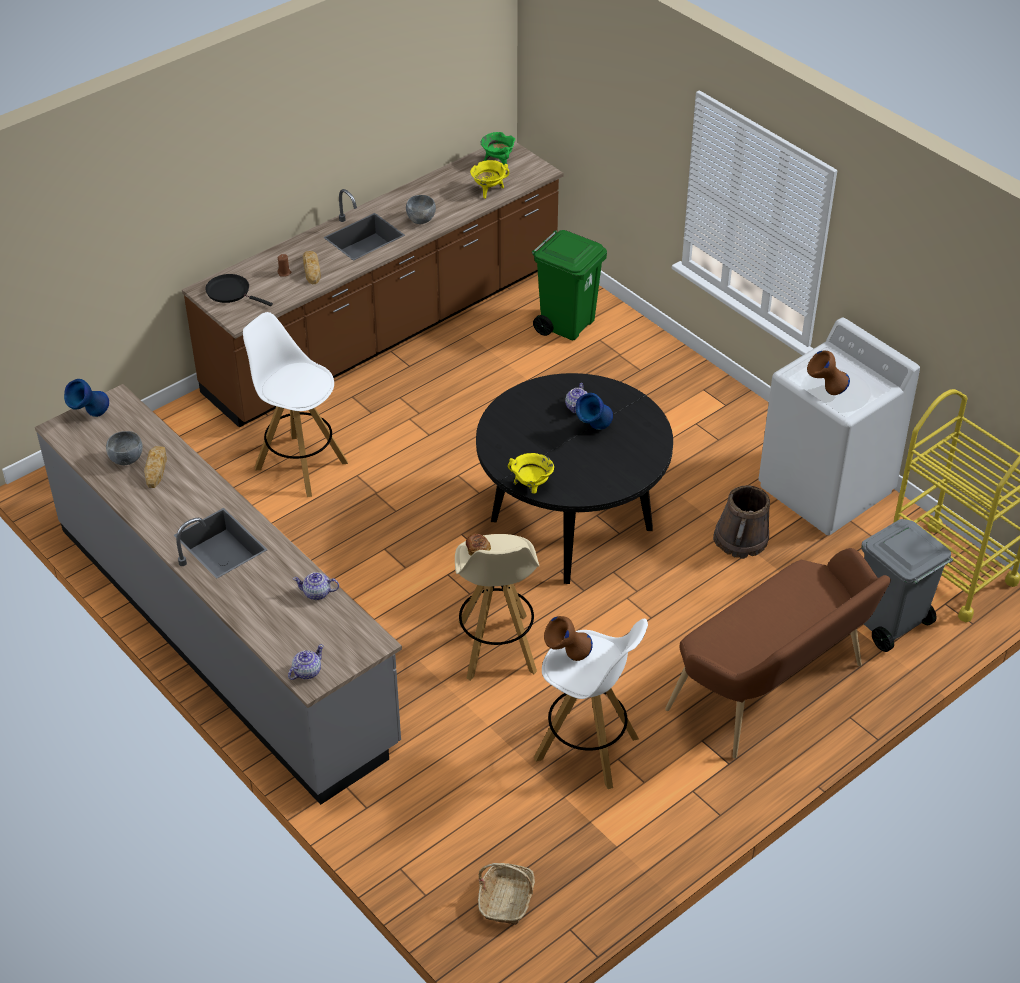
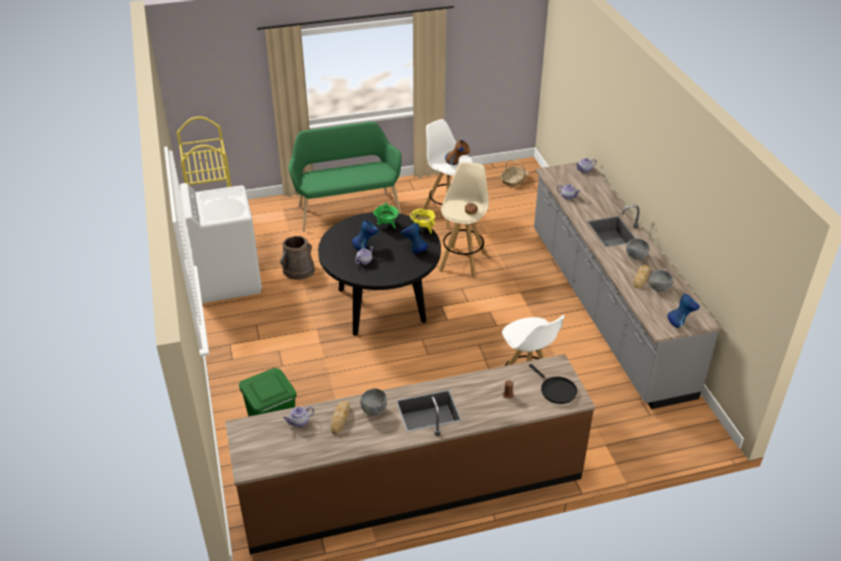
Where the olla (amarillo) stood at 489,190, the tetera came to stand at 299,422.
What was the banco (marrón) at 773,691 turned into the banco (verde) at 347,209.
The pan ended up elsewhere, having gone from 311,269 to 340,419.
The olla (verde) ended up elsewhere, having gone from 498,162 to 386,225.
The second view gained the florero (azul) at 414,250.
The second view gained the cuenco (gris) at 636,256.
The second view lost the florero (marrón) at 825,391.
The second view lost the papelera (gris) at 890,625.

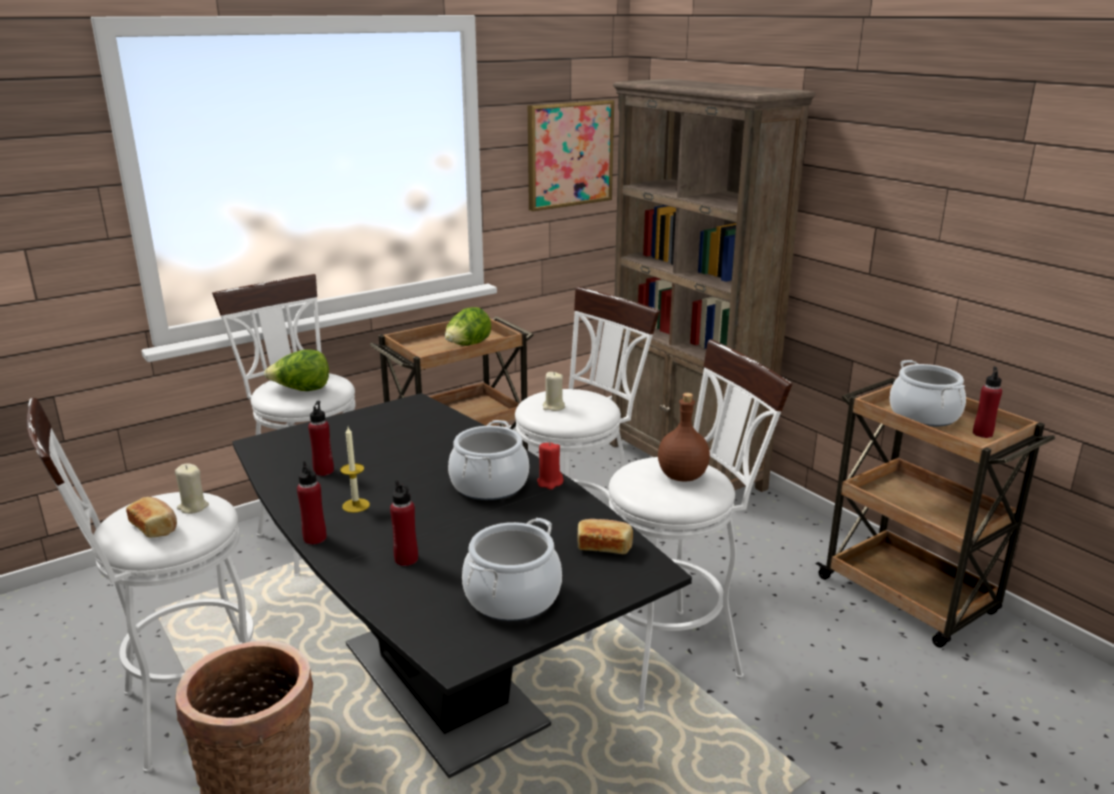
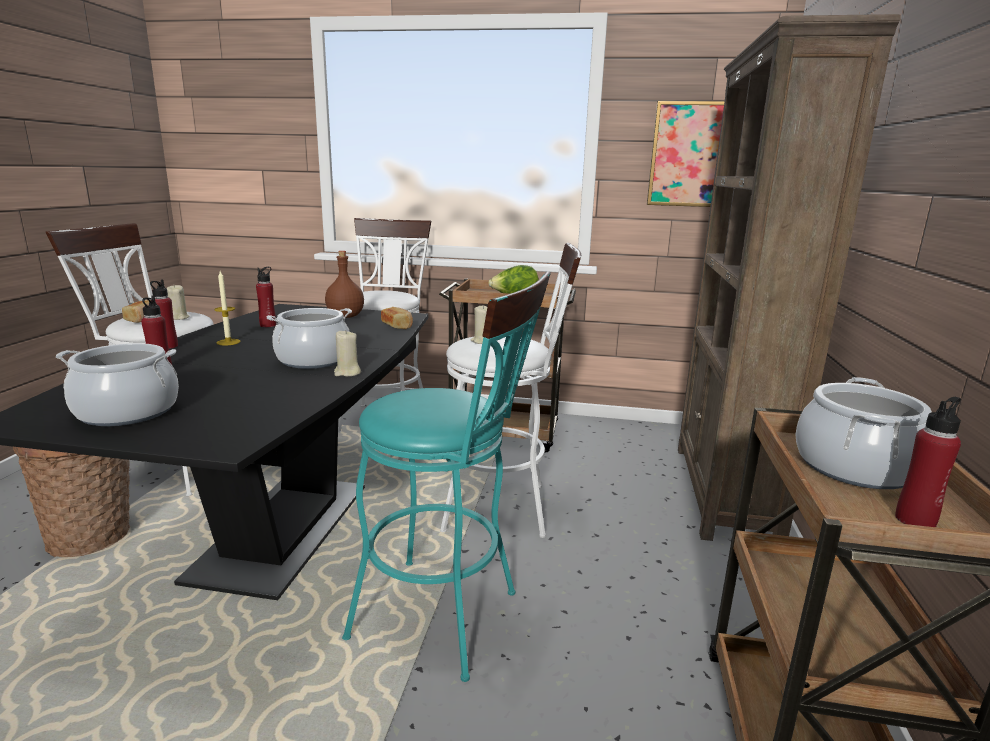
The botella (marrón) ended up elsewhere, having gone from 683,476 to 345,317.
What was the vela (rojo) at 550,482 turned into the vela (beis) at 347,373.
What was the taburete (blanco) at 673,653 turned into the taburete (turquesa) at 448,618.
The pan ended up elsewhere, having gone from 604,546 to 397,326.
The second view lost the lechuga at 301,390.

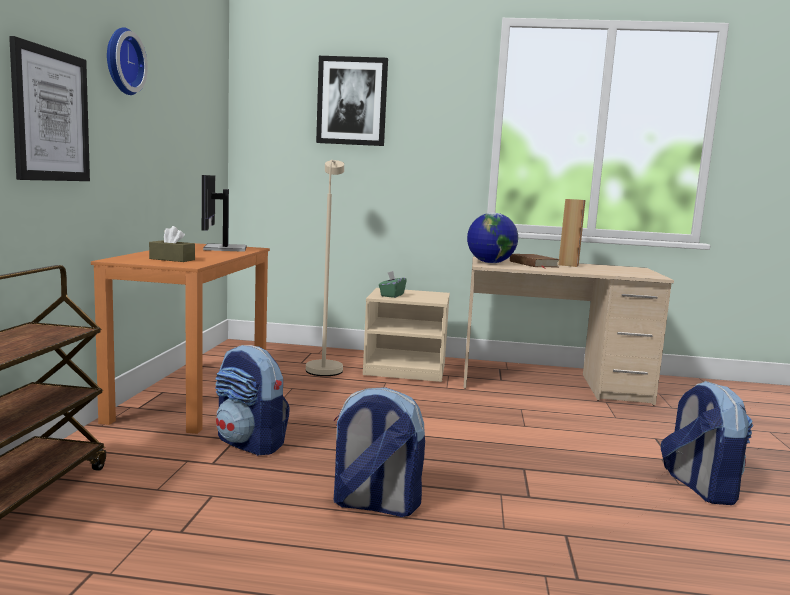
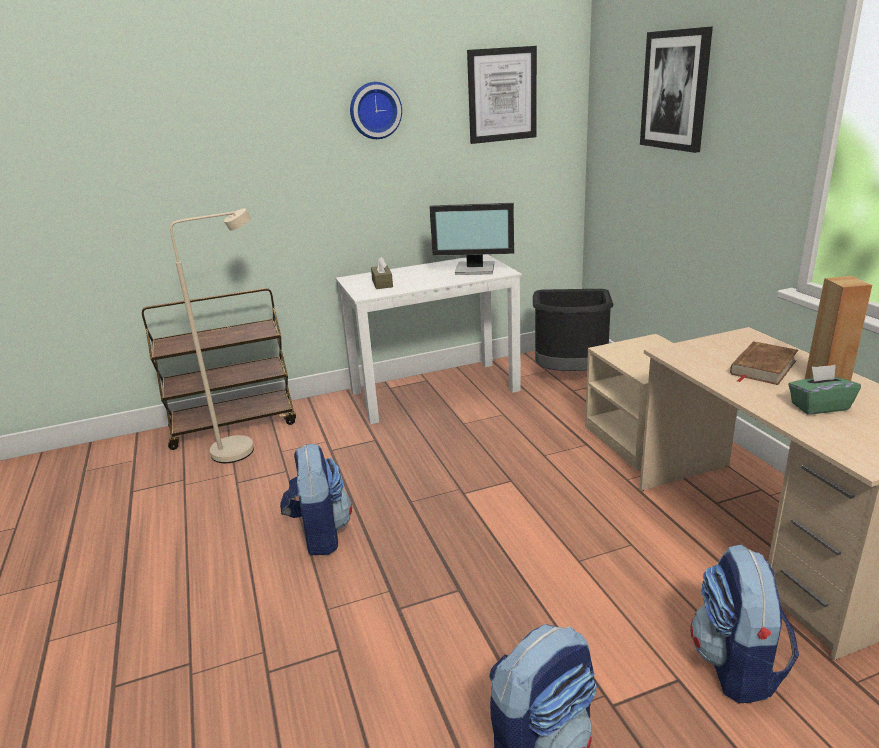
The lámpara de pie (beis) ended up elsewhere, having gone from 325,367 to 244,448.
What was the escritorio (naranja) at 193,395 turned into the escritorio (blanco) at 435,391.
The monitor at 223,248 ended up facing another way, 135 degrees counterclockwise from before.
The cuadro ended up elsewhere, having gone from 51,115 to 502,95.
The second view gained the papelera (negro) at 570,374.
The mochila ended up elsewhere, having gone from 251,443 to 736,665.
The caja de pañuelos (verde) ended up elsewhere, having gone from 391,295 to 819,406.
The second view lost the globo terráqueo at 490,263.

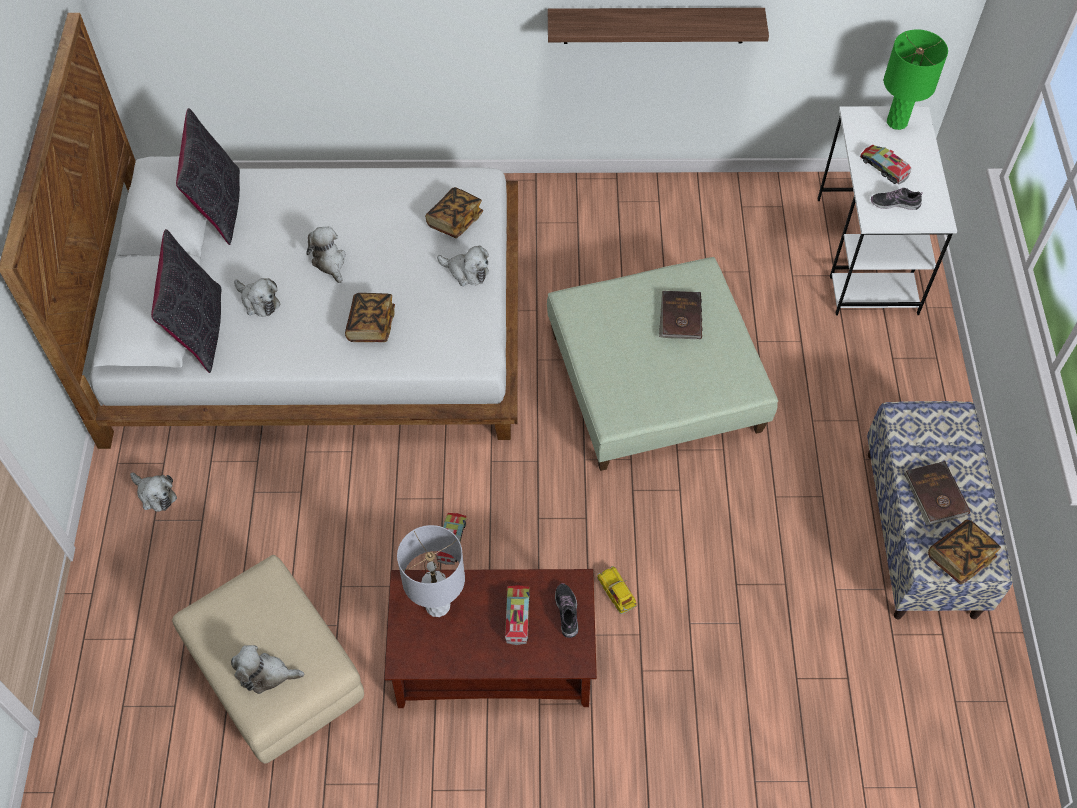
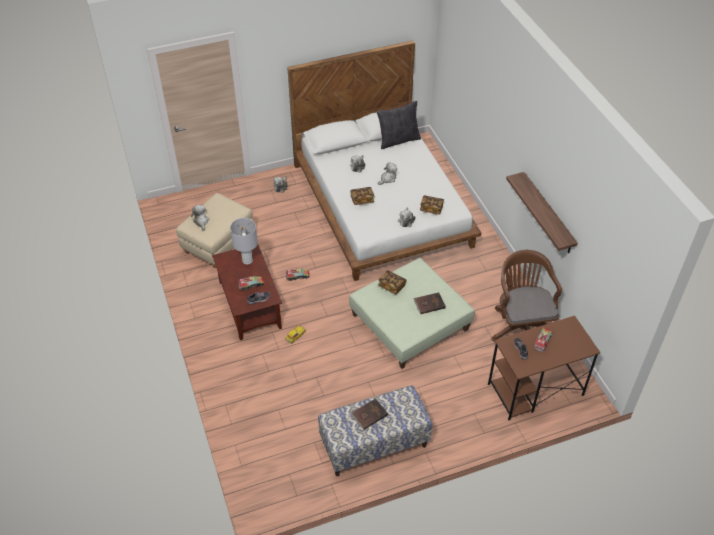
The libro ended up elsewhere, having gone from 959,557 to 391,286.
What was the escritorio (blanco) at 867,256 turned into the escritorio (marrón) at 534,390.
The second view gained the silla de oficina (marrón) at 521,327.
The second view lost the cojín (negro) at 198,329.
The second view lost the lámpara de mesa (verde) at 897,122.

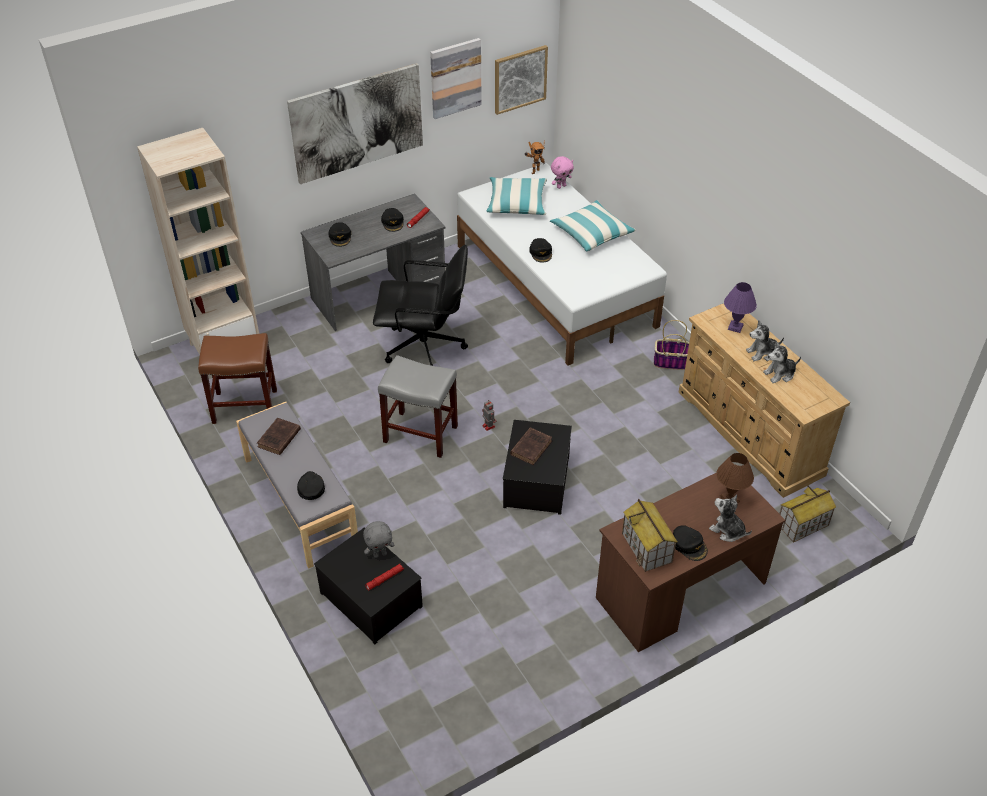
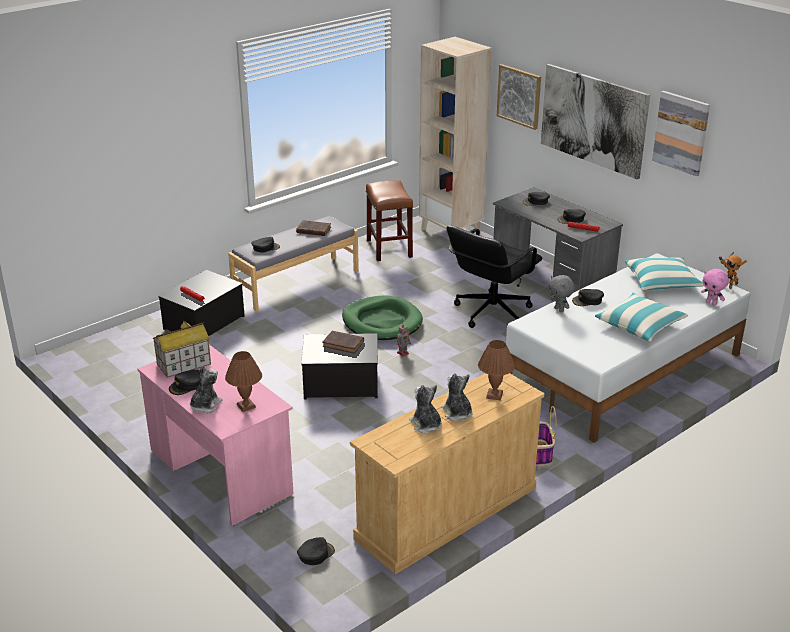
What was the escritorio (marrón) at 680,591 turned into the escritorio (rosa) at 220,471.
Where the casita stood at 802,525, the gorra (negro) came to stand at 315,554.
Where the taburete (gris) stood at 419,434, the cama para perro (verde) came to stand at 382,322.
The silla de oficina (negro) at 425,348 ended up facing another way, 45 degrees clockwise from before.
What was the lámpara de mesa (morado) at 735,327 turned into the lámpara de mesa (marrón) at 494,395.
The cuadro ended up elsewhere, having gone from 520,79 to 519,96.
The peluche (gris) ended up elsewhere, having gone from 380,554 to 559,310.

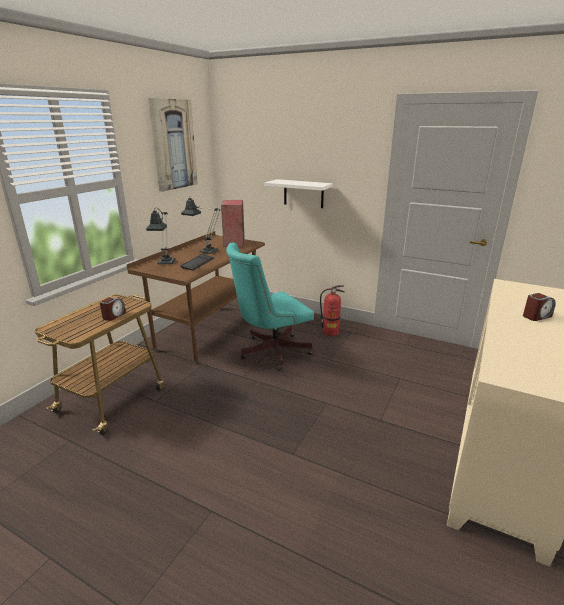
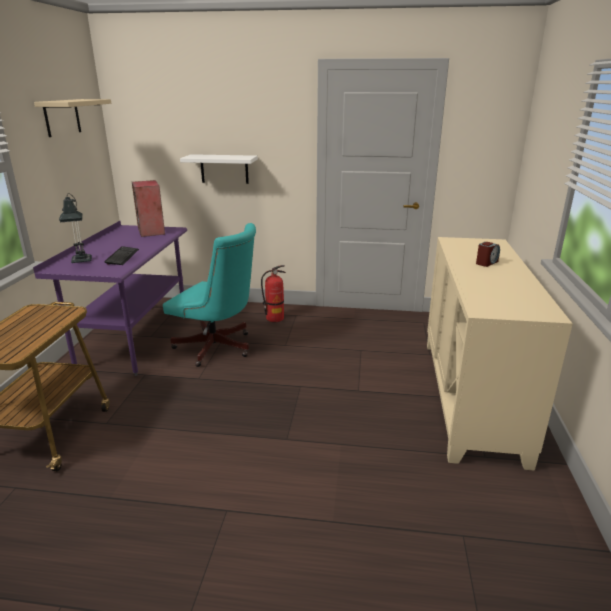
What was the escritorio (marrón) at 208,332 turned into the escritorio (morado) at 135,340.
Where the cuadro hung at 173,145, the estante (beis) came to hang at 62,117.
The silla de oficina (turquesa) at 270,352 ended up facing another way, 105 degrees counterclockwise from before.
The second view lost the despertador at 114,315.
The second view lost the lámpara de mesa at 205,251.

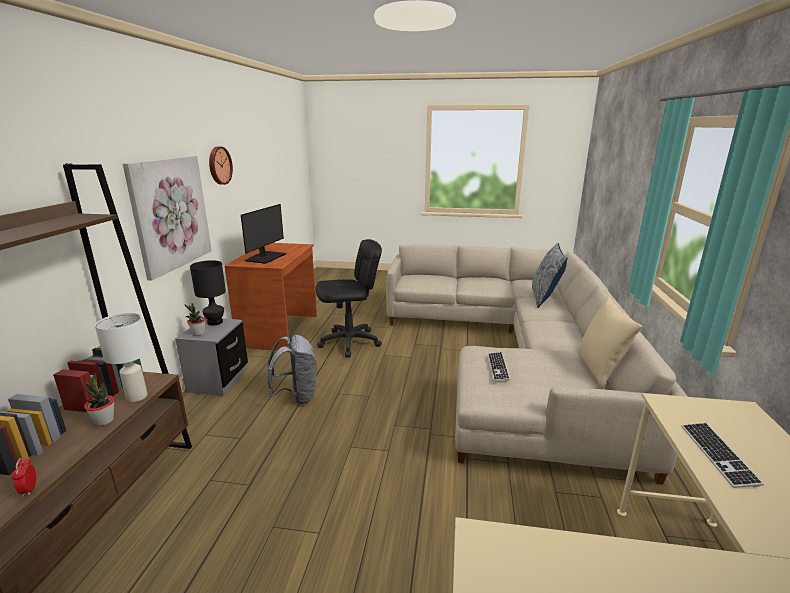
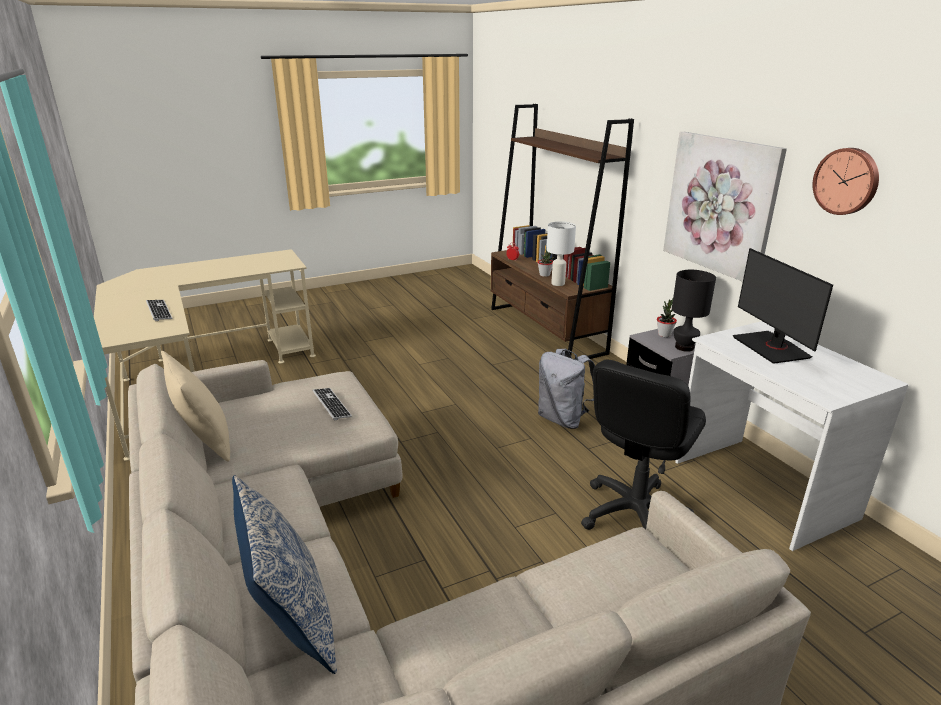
What was the escritorio (marrón) at 280,331 turned into the escritorio (blanco) at 760,489.

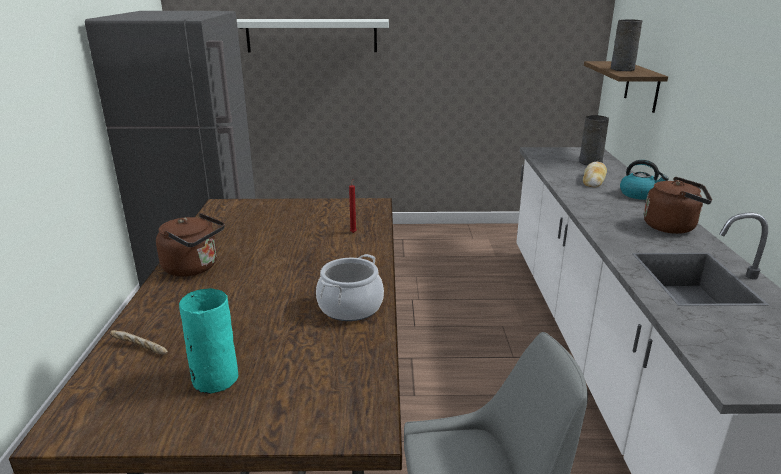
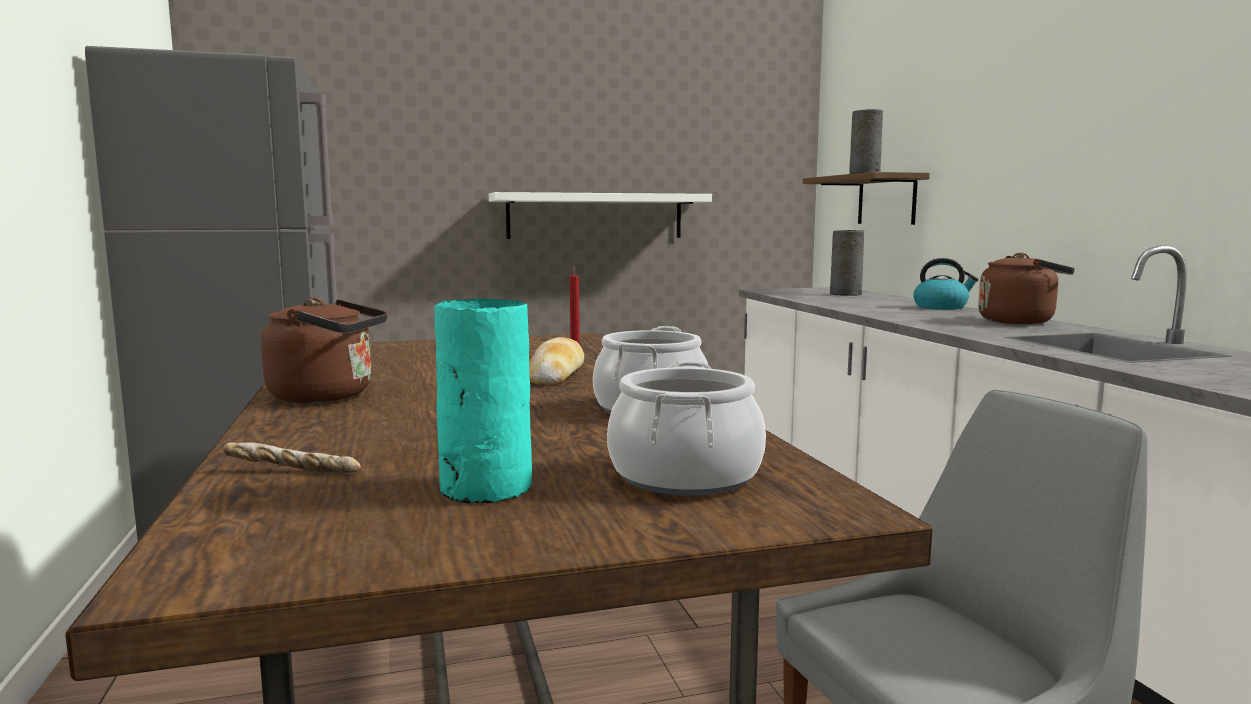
The estante (blanco) ended up elsewhere, having gone from 311,35 to 595,216.
The pan ended up elsewhere, having gone from 594,179 to 556,374.
The second view gained the olla at 684,475.

